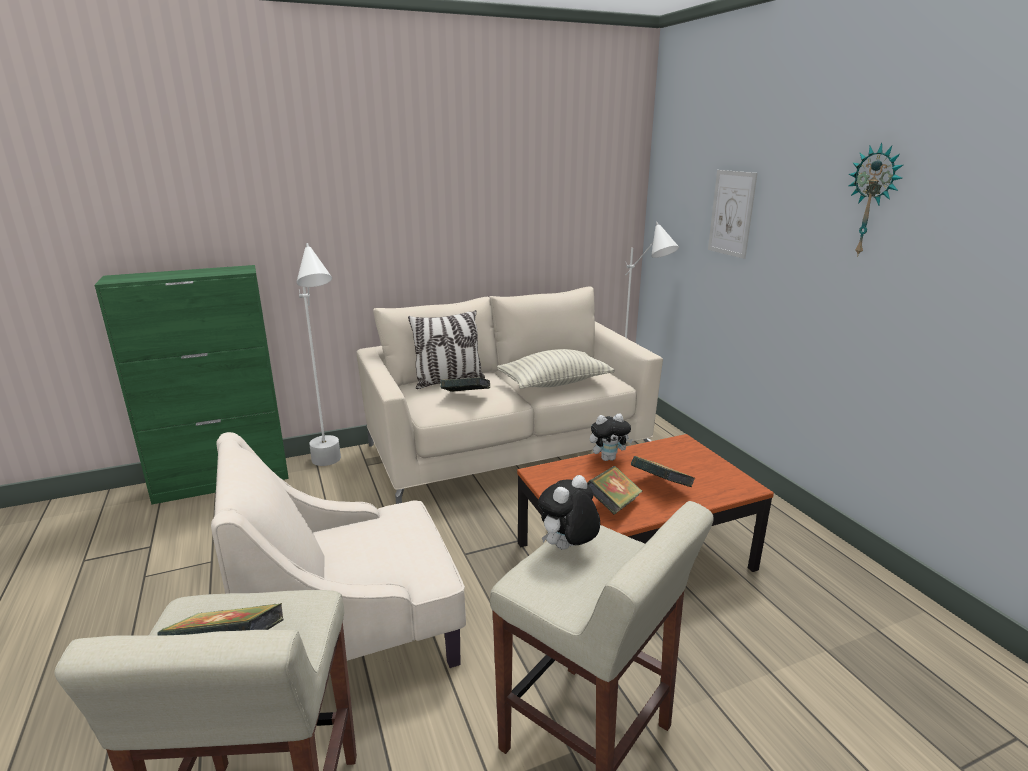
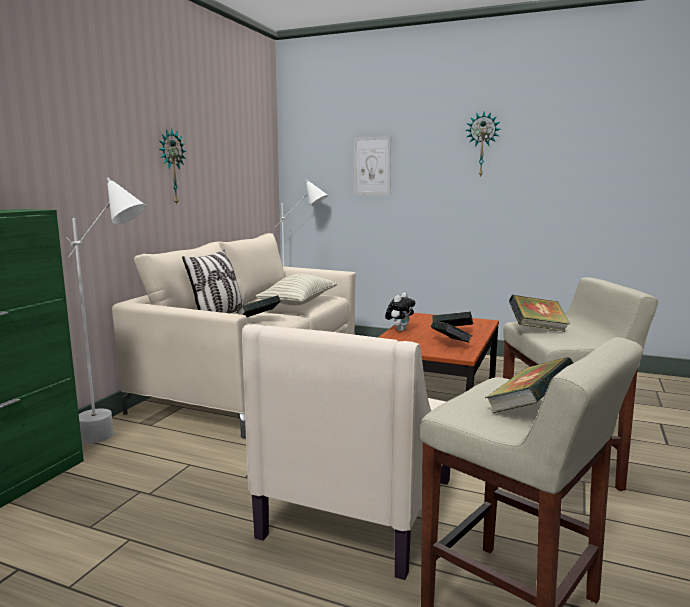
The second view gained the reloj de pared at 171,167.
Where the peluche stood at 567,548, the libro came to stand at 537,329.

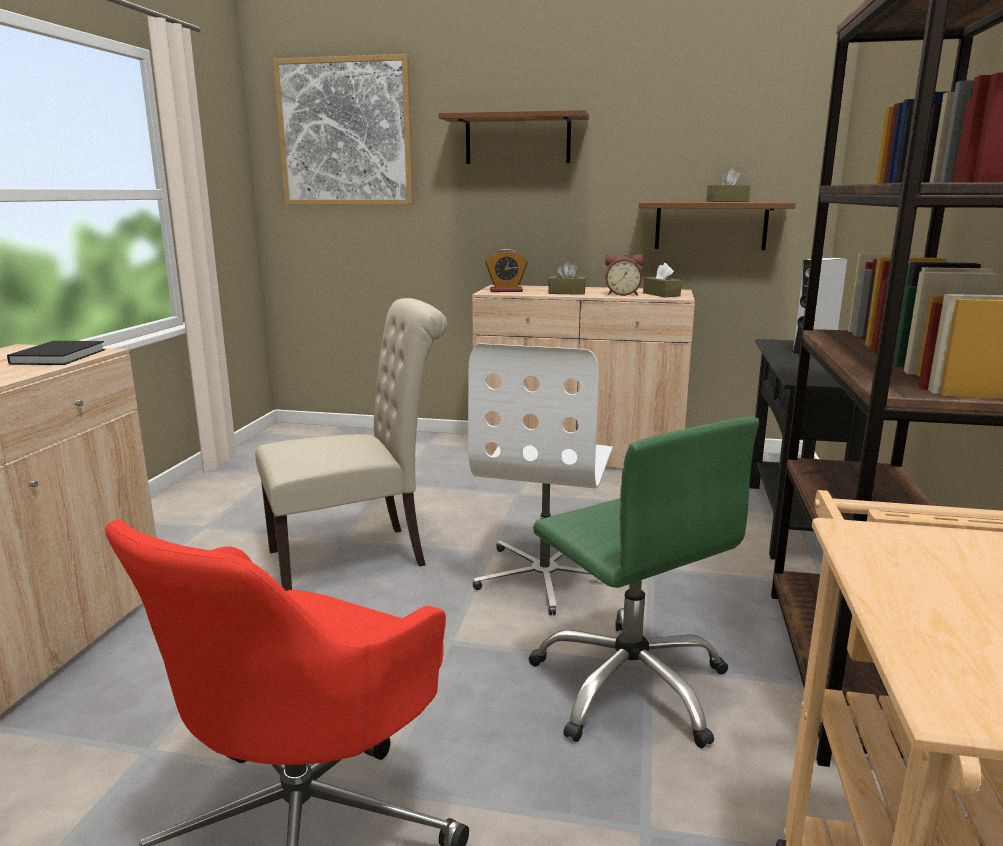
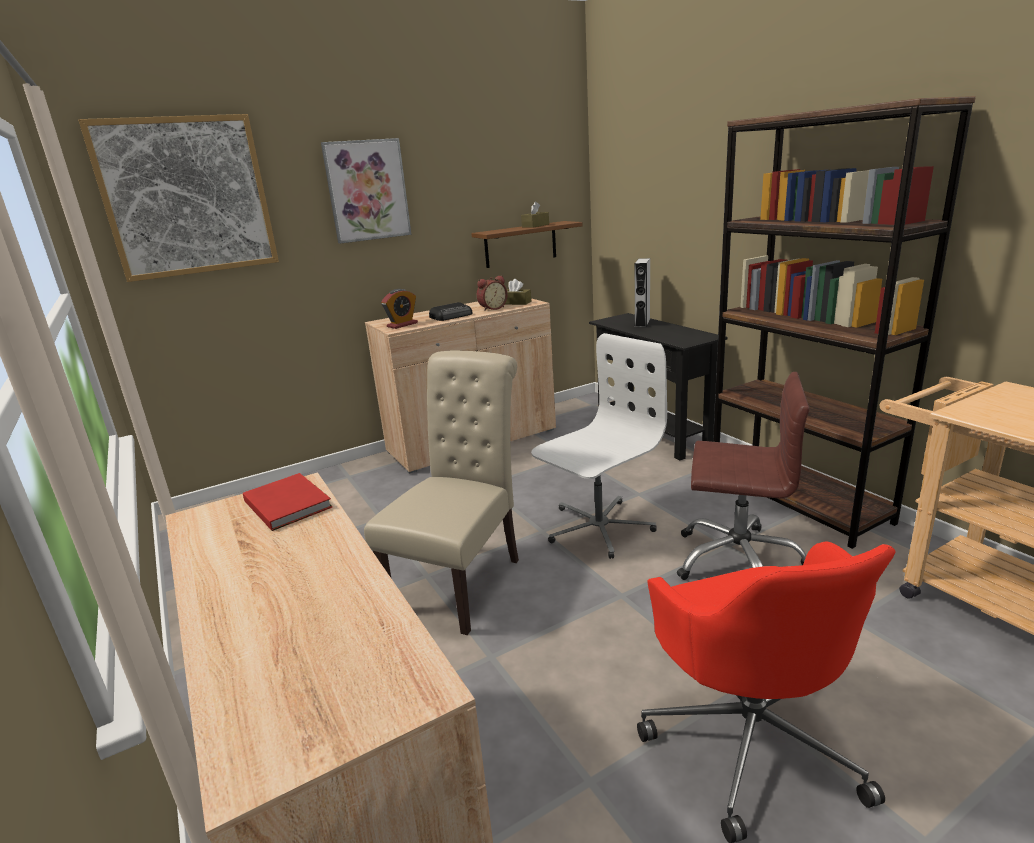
What was the libro (negro) at 61,356 turned into the libro (rojo) at 288,503.
Where the estante (marrón) hung at 517,139, the cuadro came to hang at 367,190.
Where the caja de pañuelos (marrón) stood at 566,293, the radio came to stand at 452,316.
The silla de oficina (blanco) at 545,576 ended up facing another way, 105 degrees counterclockwise from before.
What was the silla de oficina (verde) at 631,685 turned into the silla de oficina (marrón) at 738,560.

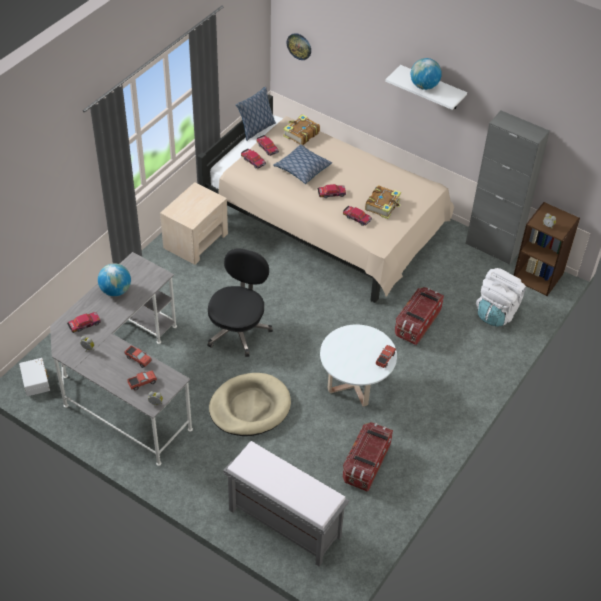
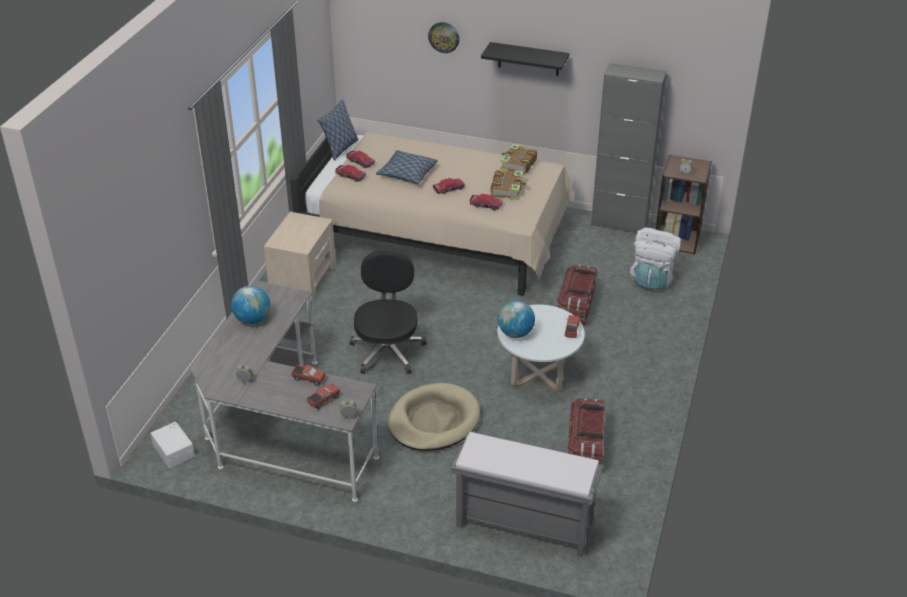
The reloj de pared ended up elsewhere, having gone from 299,46 to 444,37.
What was the estante (blanco) at 432,88 turned into the estante (negro) at 528,59.
The globo terráqueo ended up elsewhere, having gone from 424,86 to 515,333.
The libro ended up elsewhere, having gone from 300,134 to 517,165.
The second view lost the coche de juguete at 84,324.

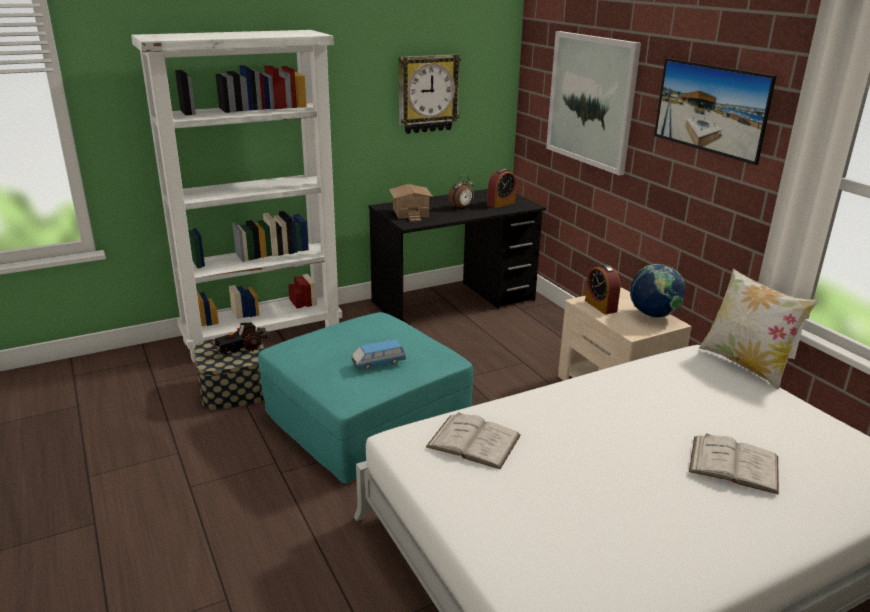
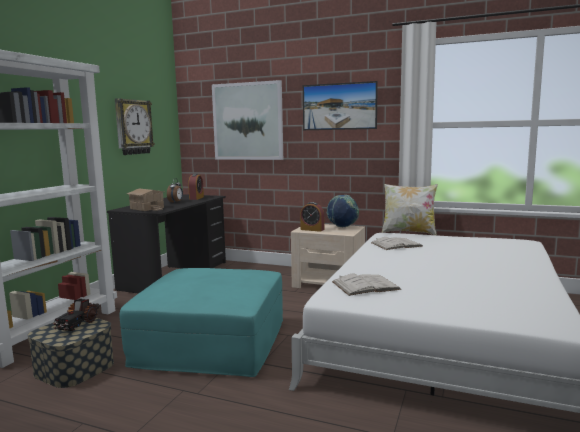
The libro (blanco) ended up elsewhere, having gone from 734,464 to 396,244.
The second view lost the coche de juguete at 378,363.

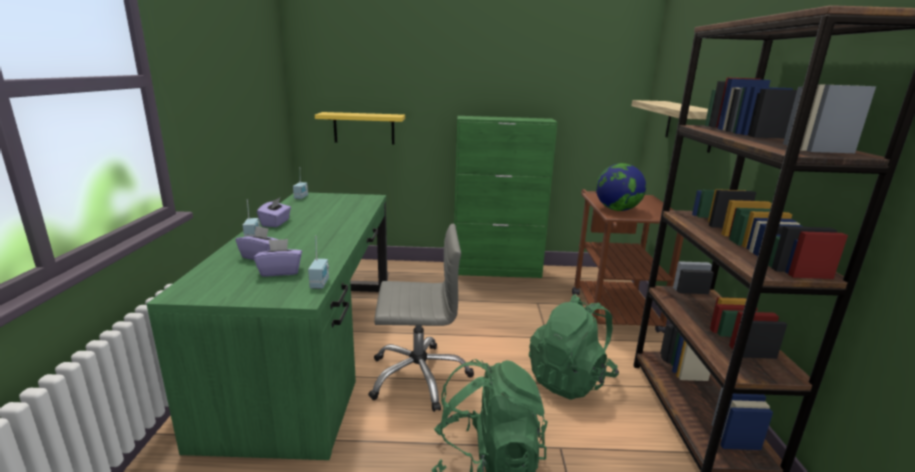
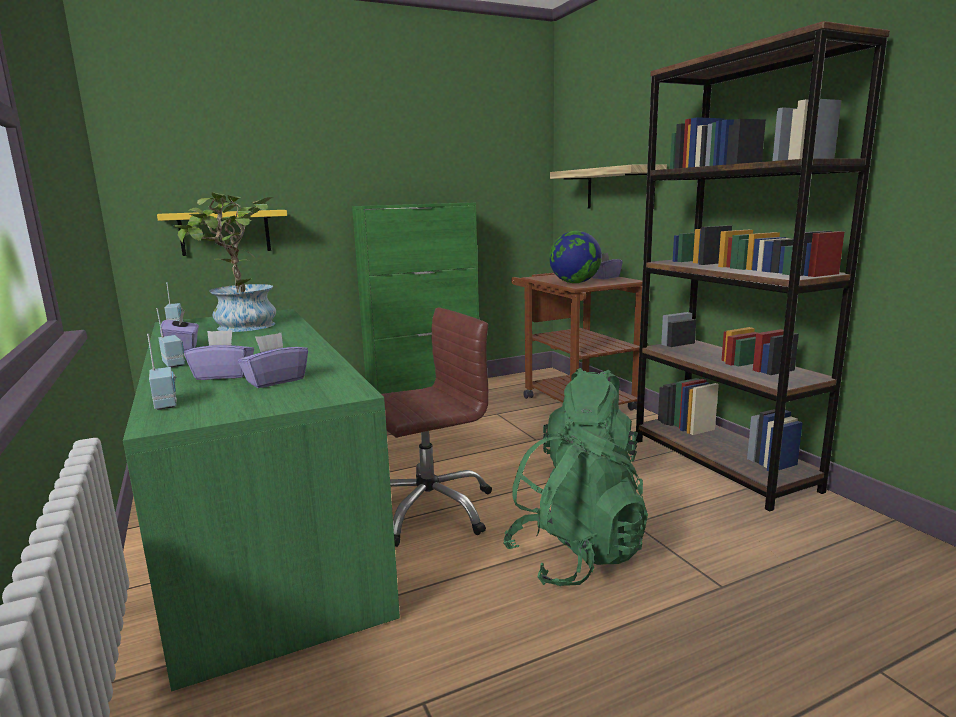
The radio ended up elsewhere, having gone from 320,283 to 167,403.
The second view gained the planta en maceta at 240,327.
What was the silla de oficina (gris) at 418,376 turned into the silla de oficina (marrón) at 429,509.
The second view gained the caja de pañuelos (morado) at 605,277.

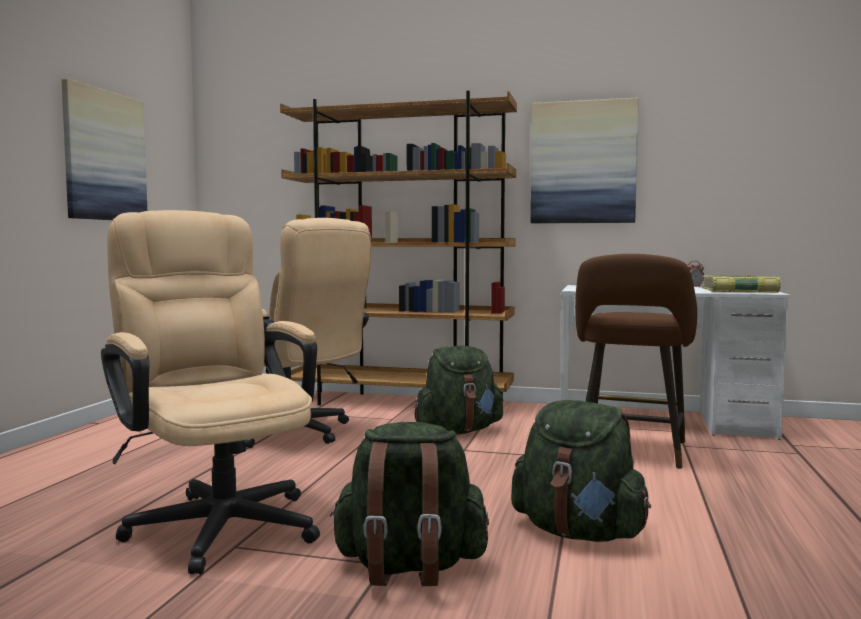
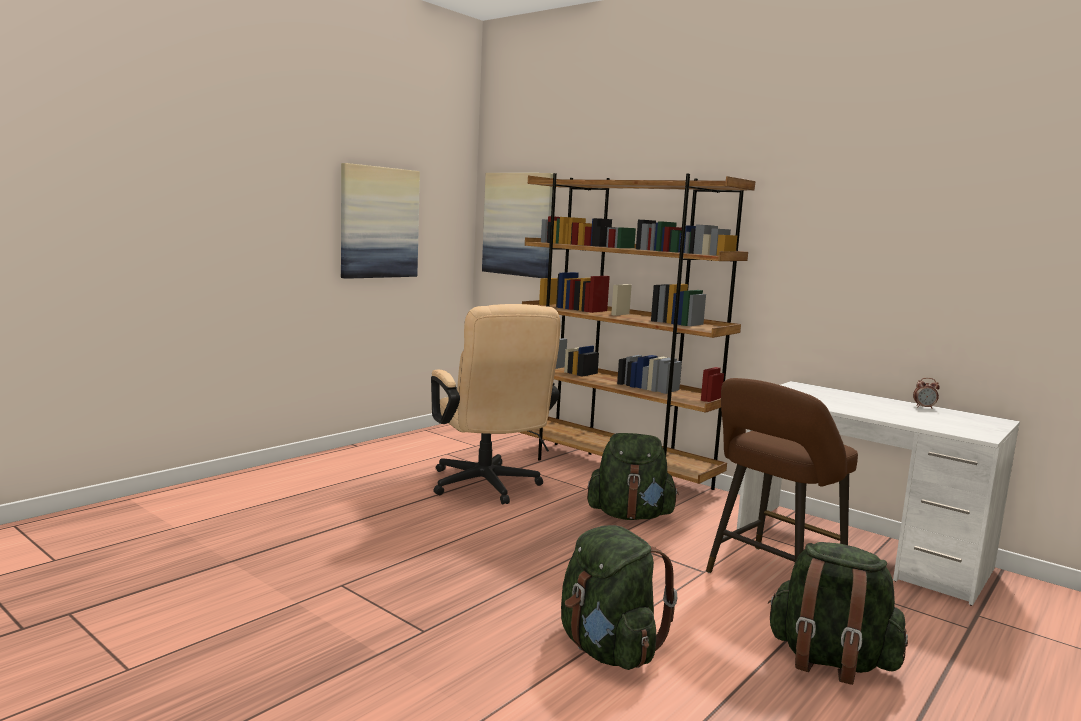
The cuadro ended up elsewhere, having gone from 583,162 to 518,224.
The mochila (verde) ended up elsewhere, having gone from 409,567 to 830,661.
The second view lost the silla de oficina (beis) at 218,520.
The second view lost the libro at 739,291.

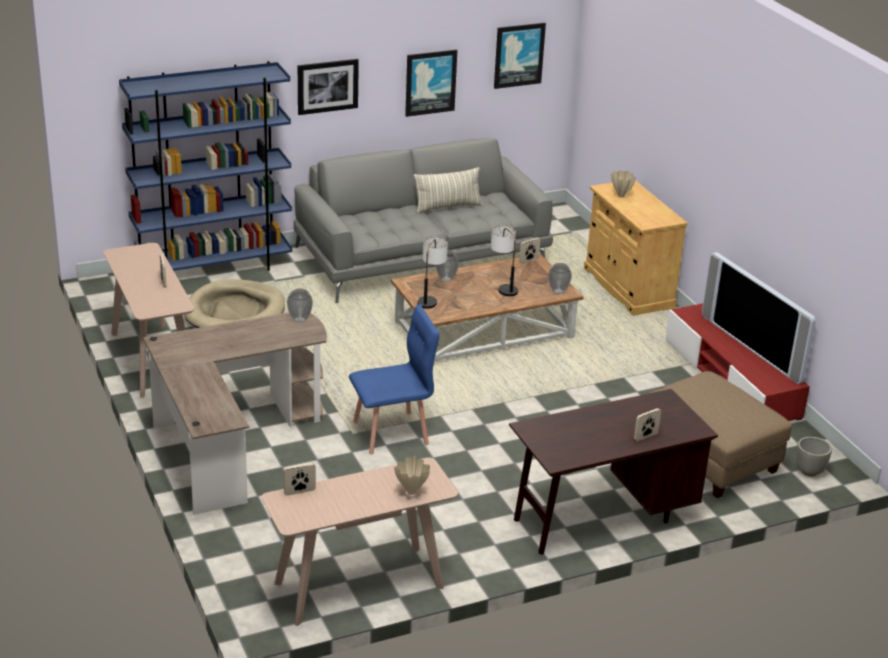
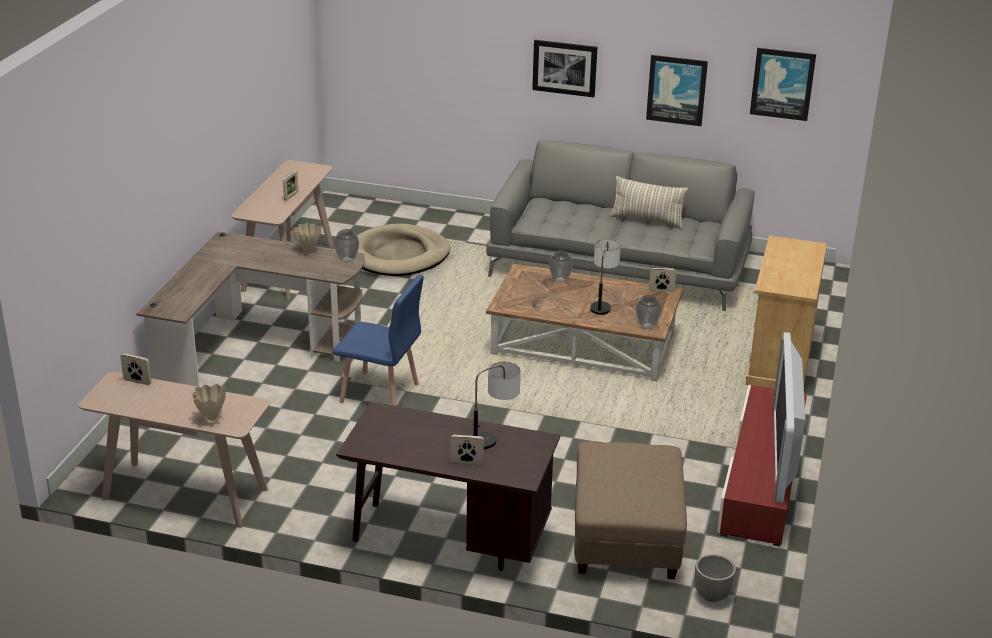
The florero (beis) ended up elsewhere, having gone from 620,196 to 308,251.
The lámpara de mesa ended up elsewhere, having gone from 430,298 to 494,438.
The second view lost the estantería (azul) at 213,268.

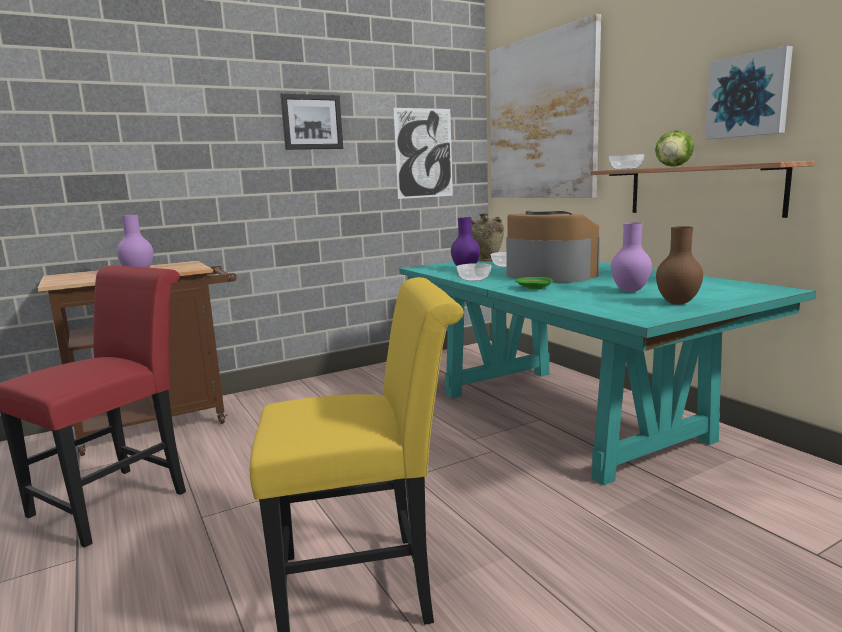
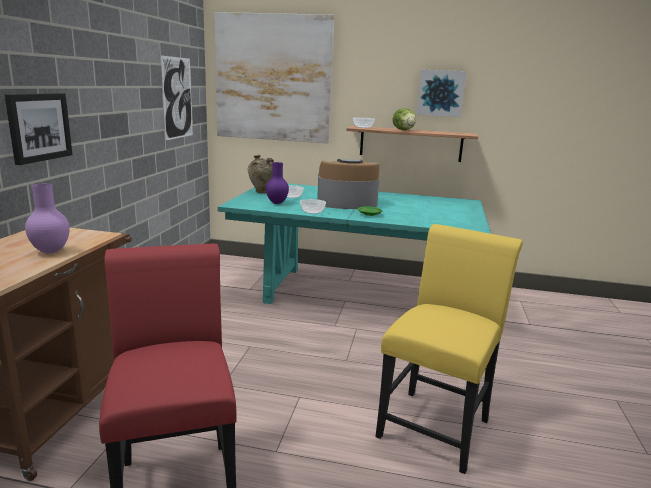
The cuadro ended up elsewhere, having gone from 311,122 to 39,127.
The second view lost the florero (morado) at 631,291.
The second view lost the florero (marrón) at 677,303.

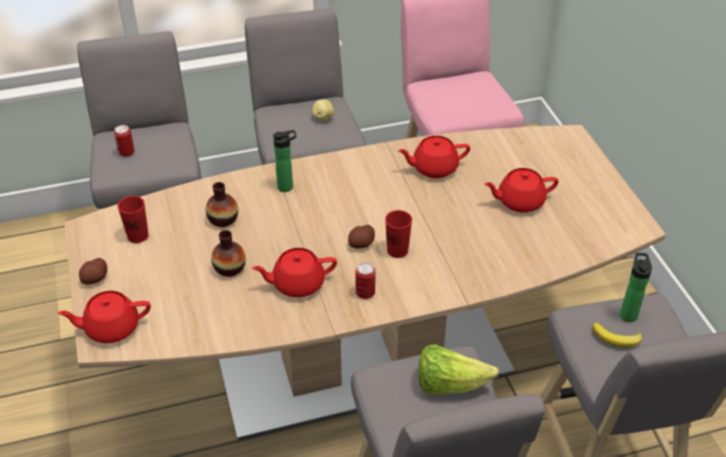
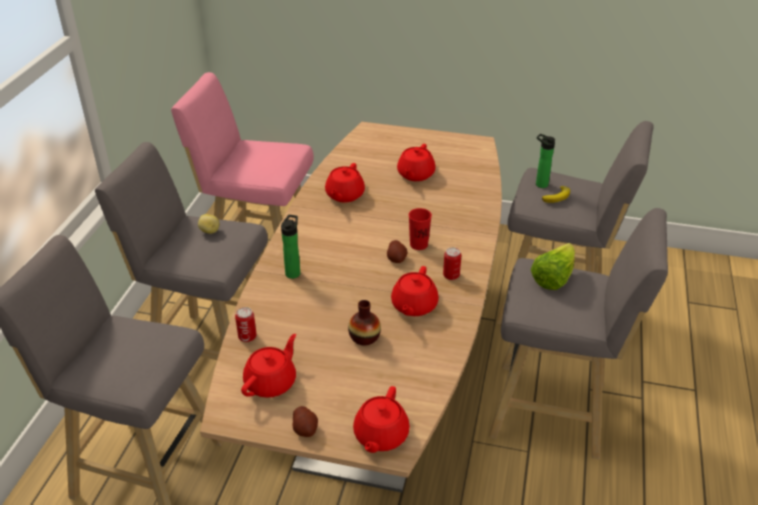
The lata ended up elsewhere, having gone from 126,152 to 247,337.
Where the taza (rojo) stood at 138,236, the tetera (rojo) came to stand at 271,382.
The second view lost the florero at 223,219.

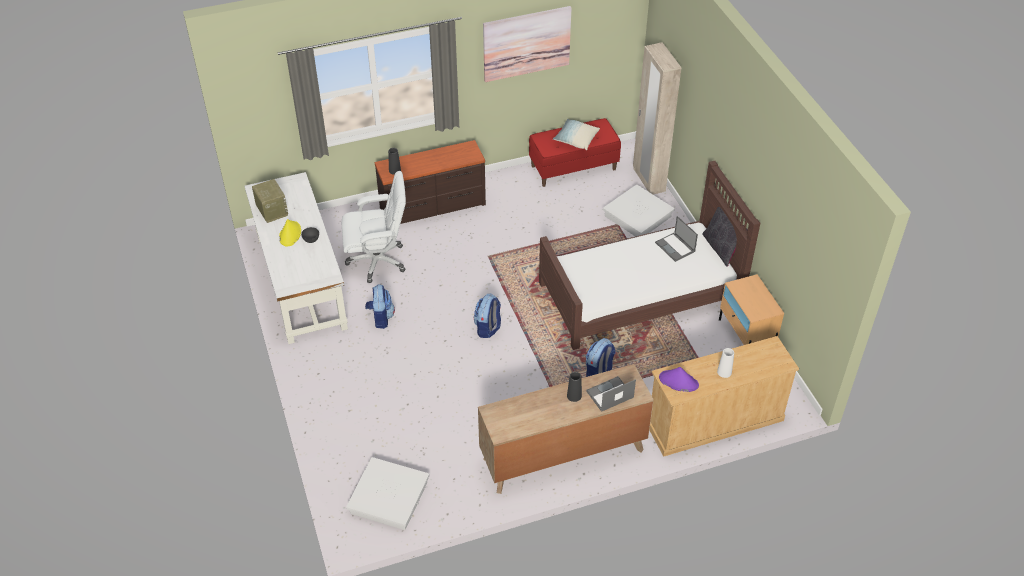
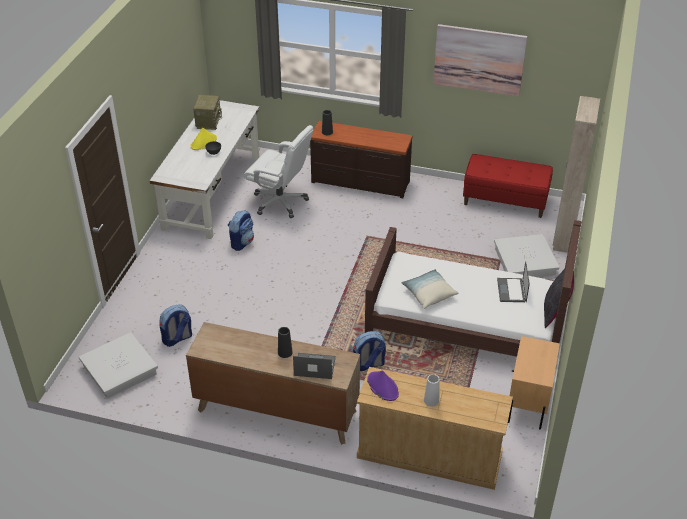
The mochila ended up elsewhere, having gone from 488,328 to 177,339.
The cojín ended up elsewhere, having gone from 576,139 to 429,294.

